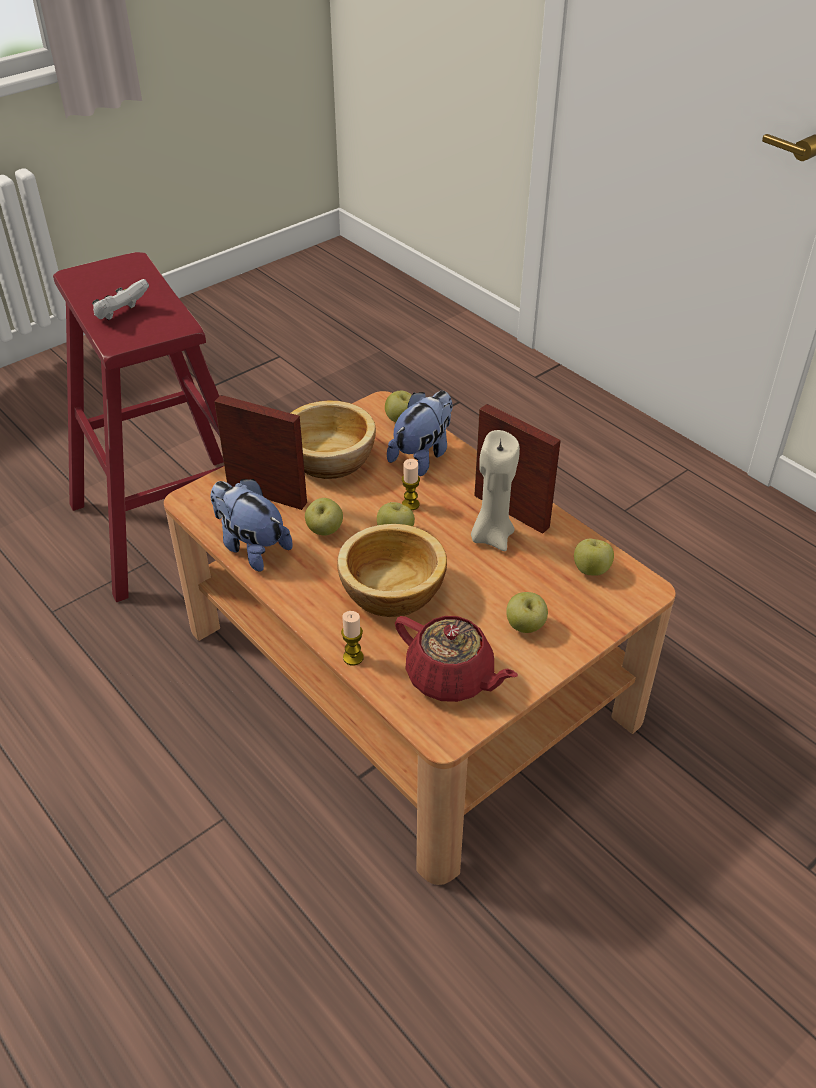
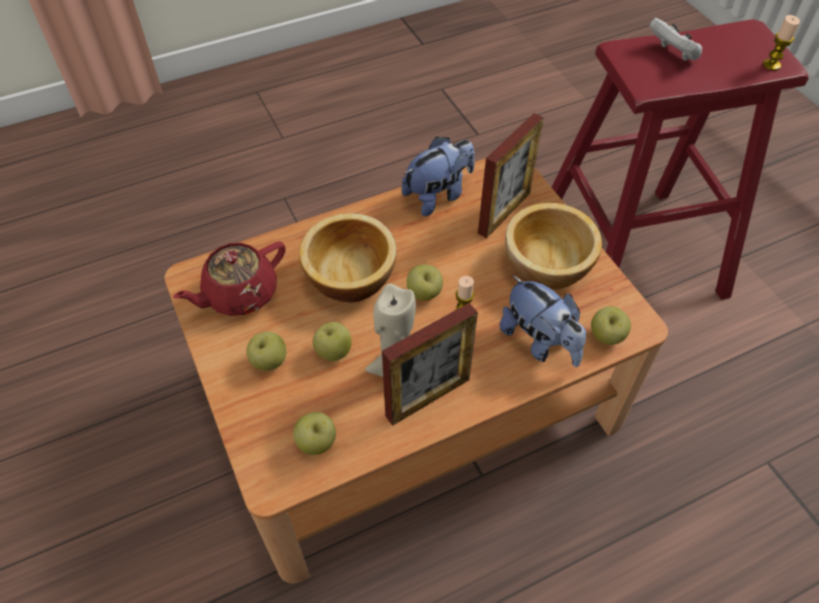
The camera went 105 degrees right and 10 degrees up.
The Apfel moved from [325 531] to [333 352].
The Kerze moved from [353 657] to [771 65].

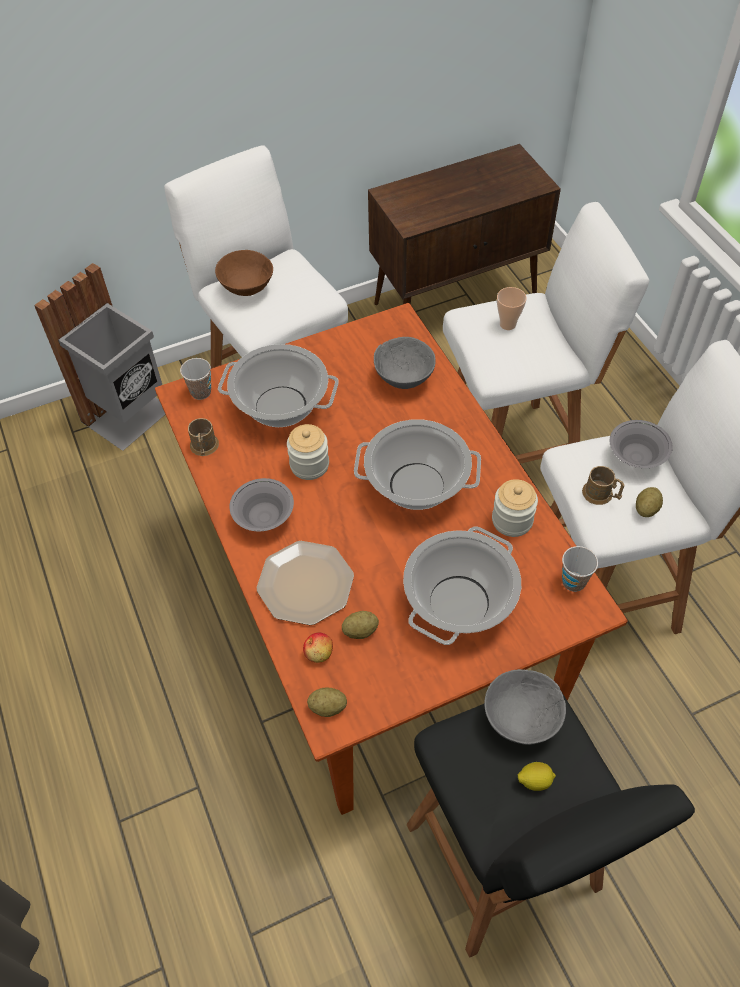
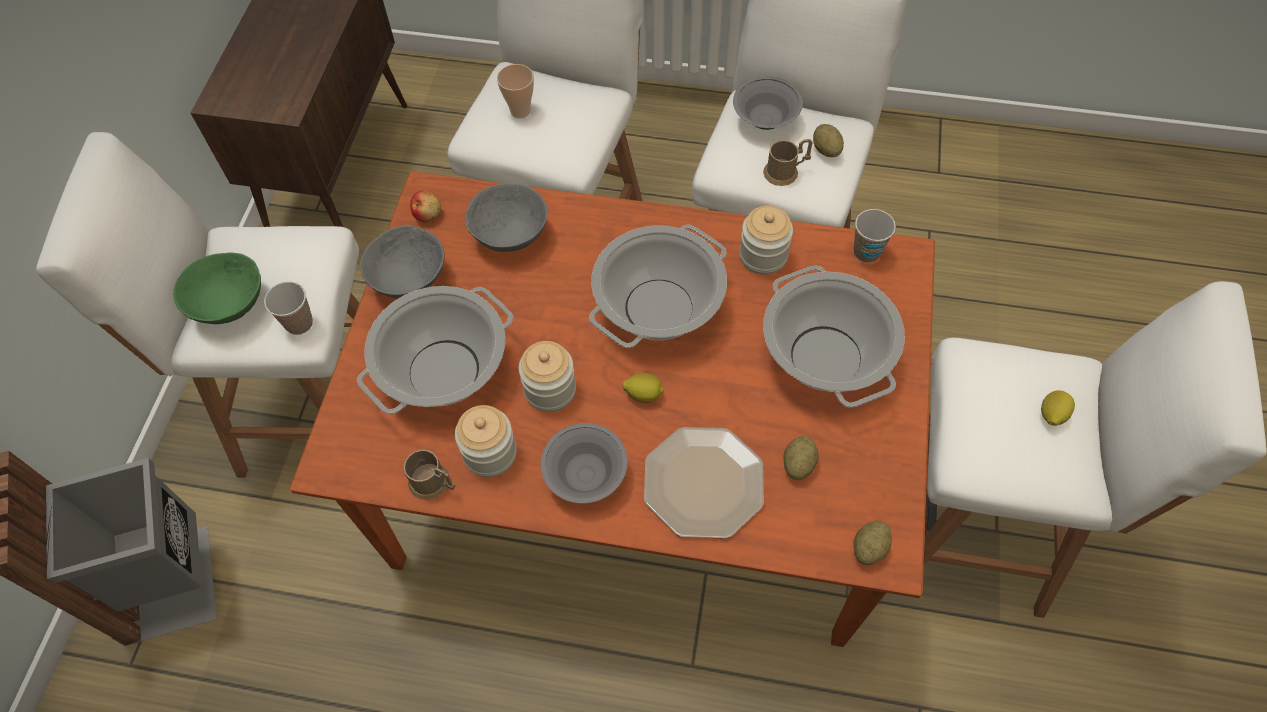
The camera went 55 degrees left and 5 degrees up.
The Tasse moved from [201 392] to [299 323].
The Schüssel/braun at [246 289] became the Schüssel/grün at [230 307].
The Apfel moved from [319 653] to [428 214].
The Hocker/schwarz at [506 863] became the Hocker/weiß at [975 529].
The Schüssel/grau moved from [521 720] to [410 281].
The Vorratsglas at [490 453] appeared.
The Zitrone at [643 394] appeared.

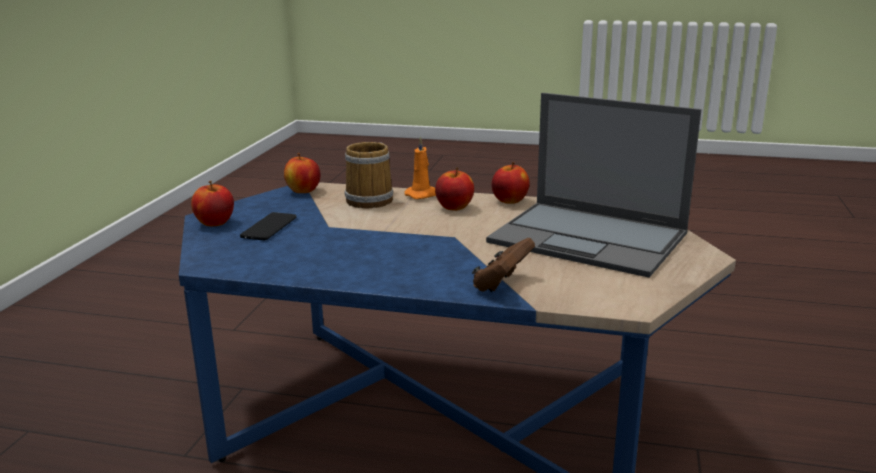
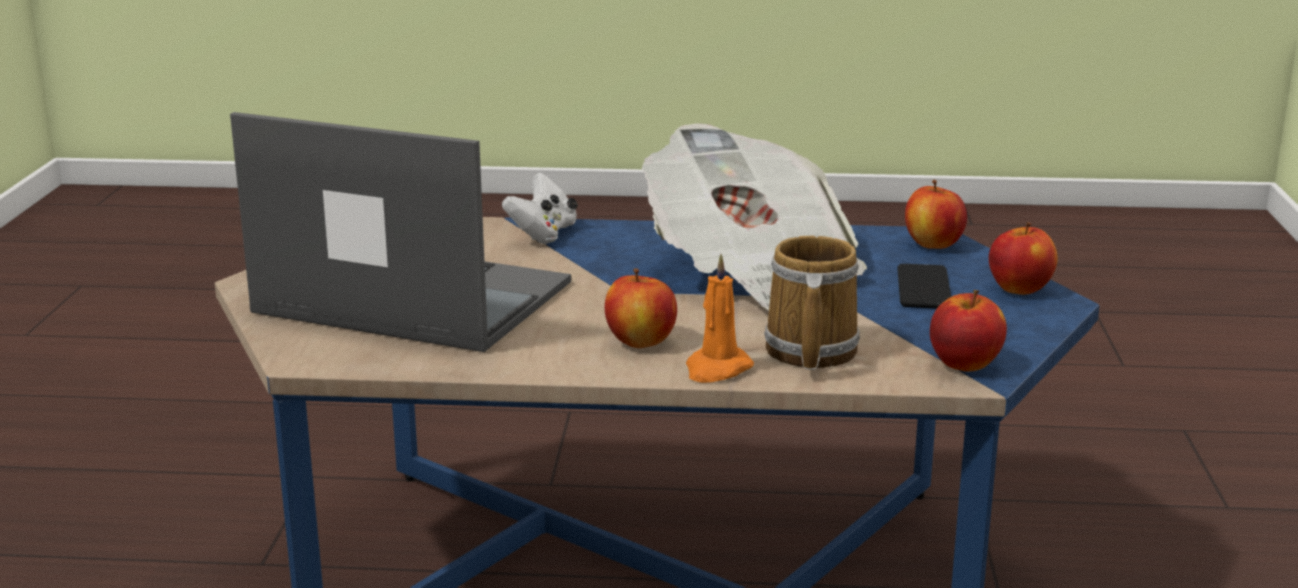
The camera went 170 degrees right and 0 degrees up.
The Gamepad/braun at [501 285] became the Gamepad/weiß at [543 234].
The Apfel moved from [510 201] to [934 245].
The Zeitung at [753 275] appeared.

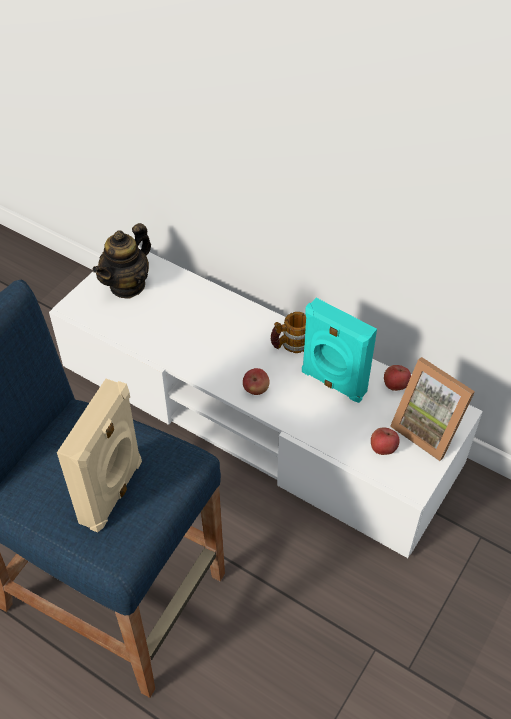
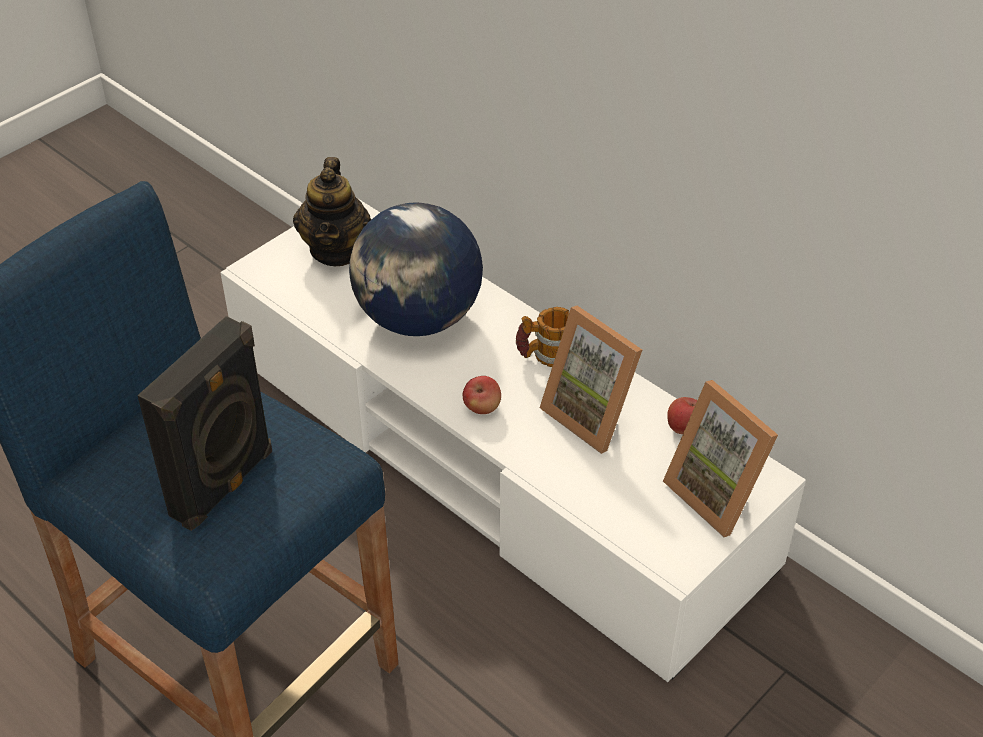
The camera went 10 degrees right and 5 degrees down.
The Lautsprecher/beige at [113 492] became the Lautsprecher/schwarz at [225 484].
The Teekanne at [127 285] turned 45 degrees counterclockwise.
The Lautsprecher/türkis at [332 383] was replaced by the Bilderrahmen at [594 413].
The Apfel at [383 449] disappeared.
The Globus at [417 318] appeared.

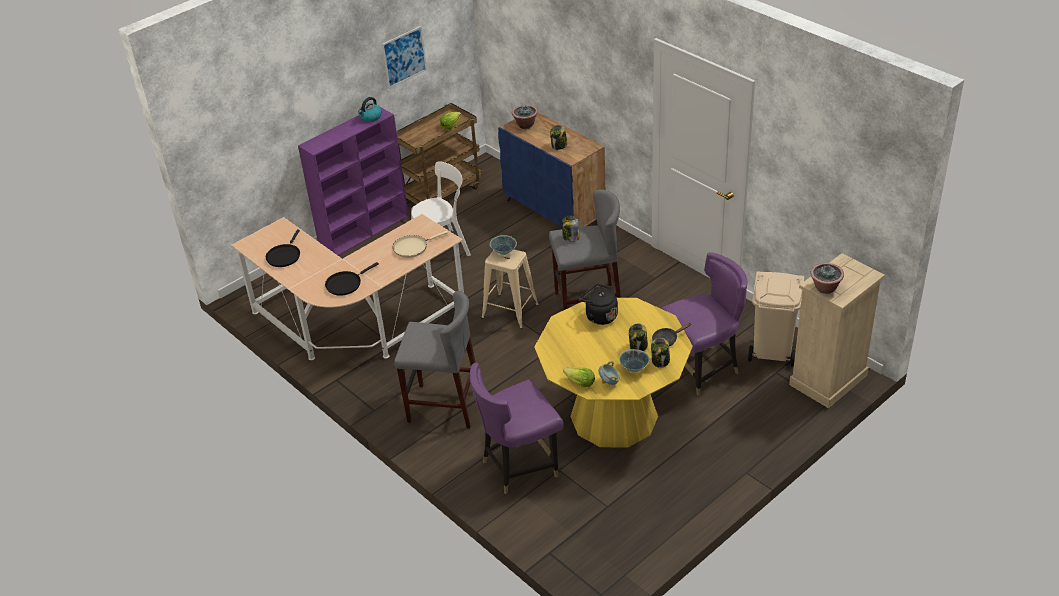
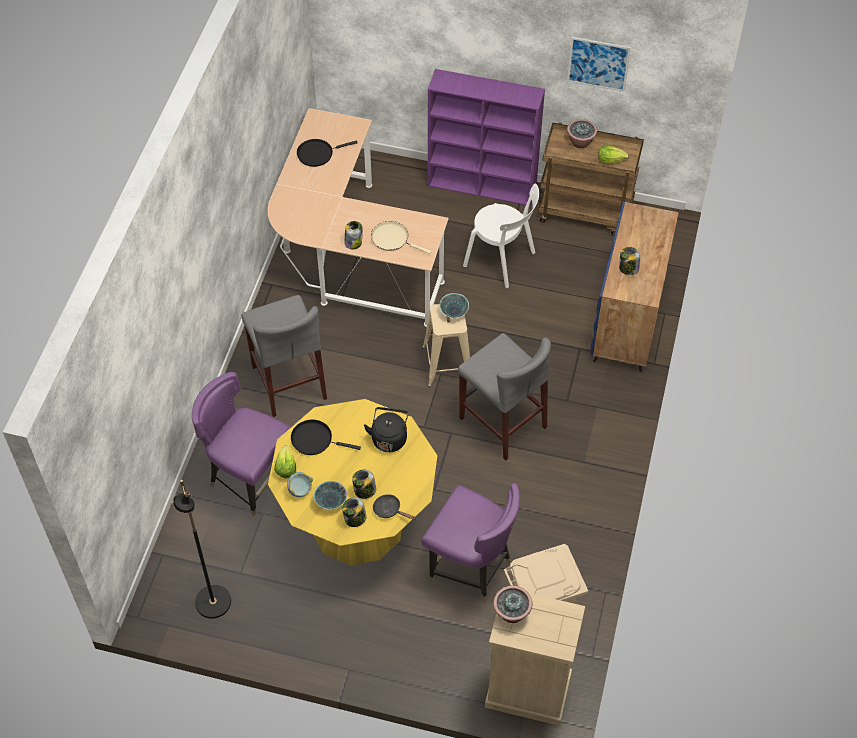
The camera went 55 degrees right and 15 degrees up.
The Pfanne/schwarz moved from [345 284] to [315 440].
The Wasserkessel at [370 117] disappeared.
The Topfpflanze moved from [525 125] to [580 142].
The Vorratsglas moved from [570 237] to [353 242].
The Stehlampe/schwarz at [212 602] appeared.

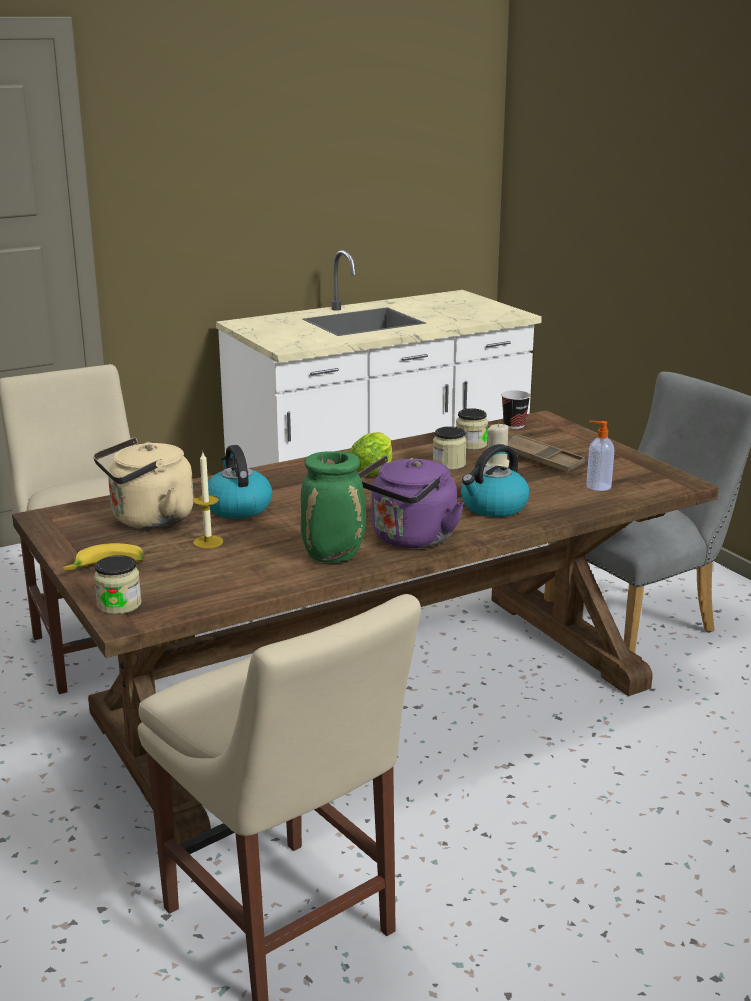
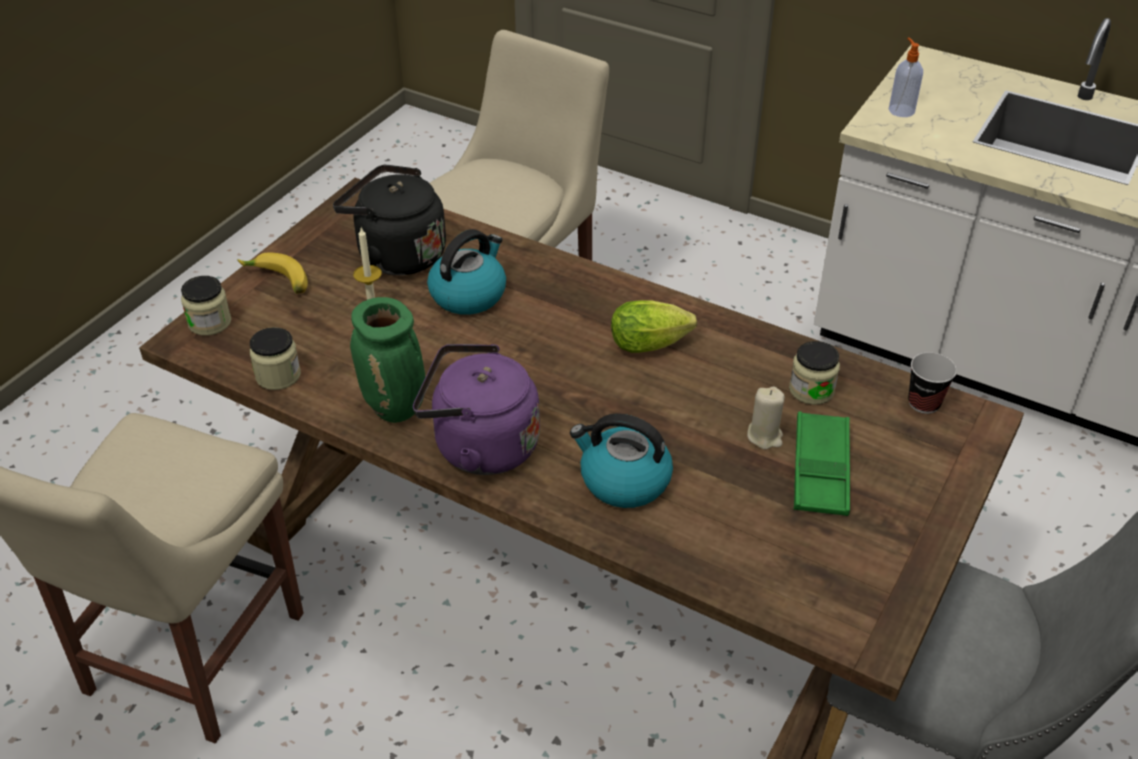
The camera went 60 degrees right and 20 degrees up.
The Wasserkessel/beige at [148 520] became the Wasserkessel/schwarz at [396 255].
The Vorratsglas moved from [449 464] to [278 375].
The Tablett/braun at [540 460] became the Tablett/grün at [820 470].
The Seifenspender moved from [597 486] to [901 110].

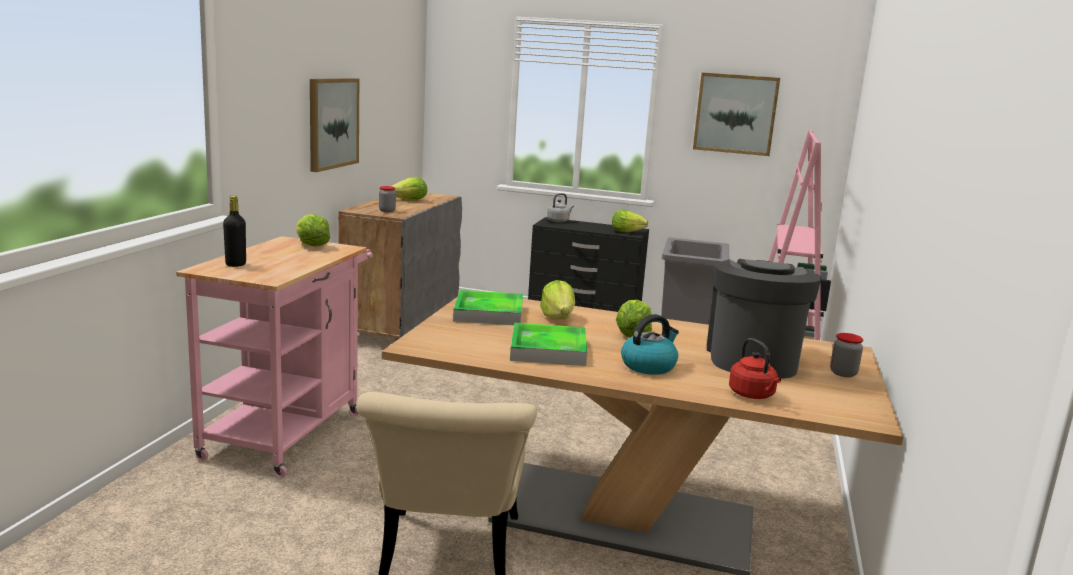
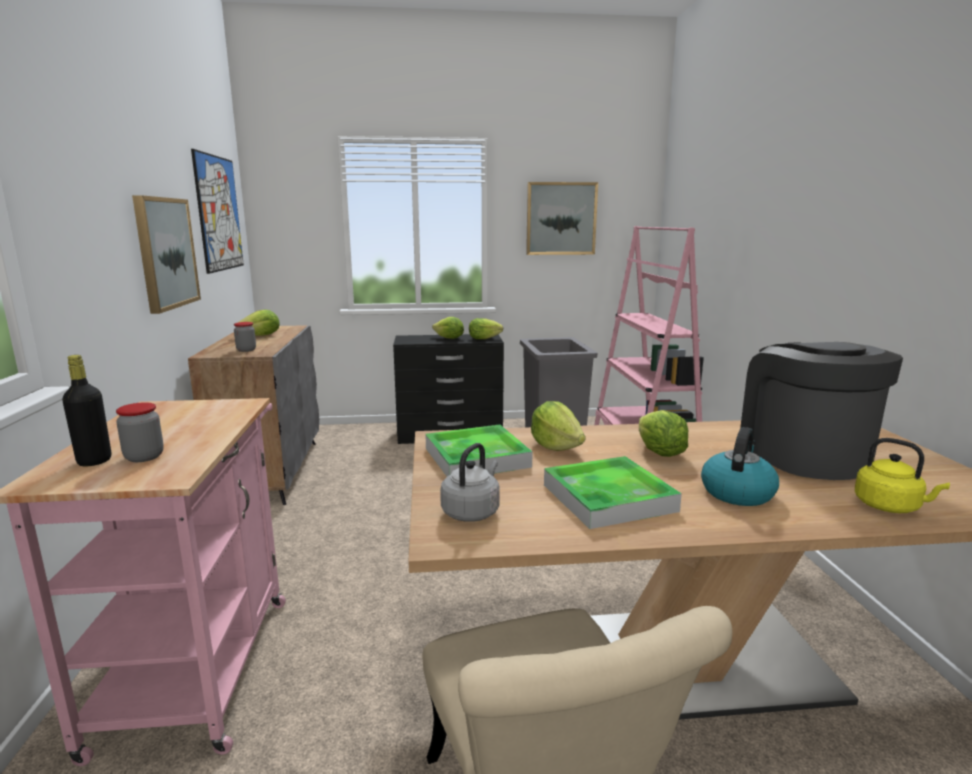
The camera went 20 degrees left and 0 degrees up.
The Salatkopf moved from [311 246] to [449 338].
The Wasserkessel/grau moved from [559 221] to [472 511].
The Wasserkessel/rot at [753 395] became the Wasserkessel/gelb at [890 507].
The Vorratsglas moved from [843 373] to [144 457].
The Bild at [219 213] appeared.

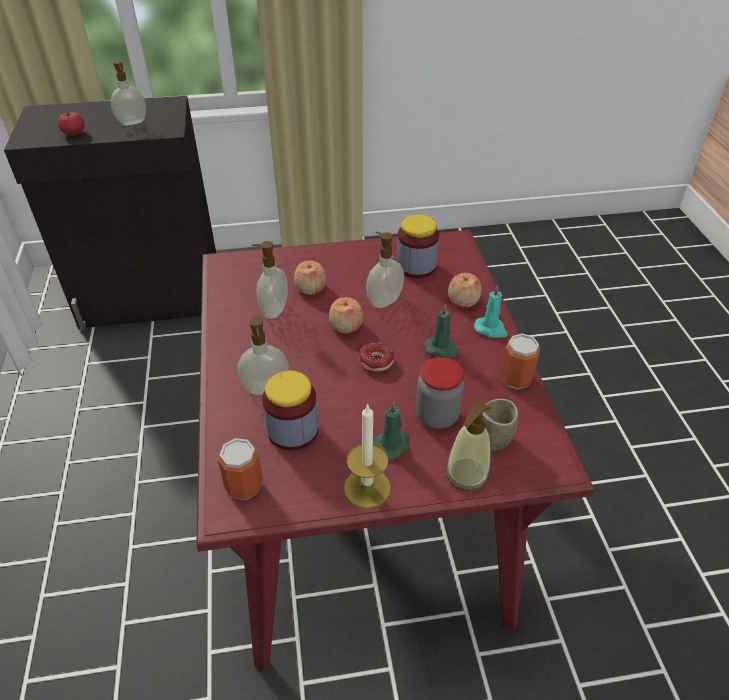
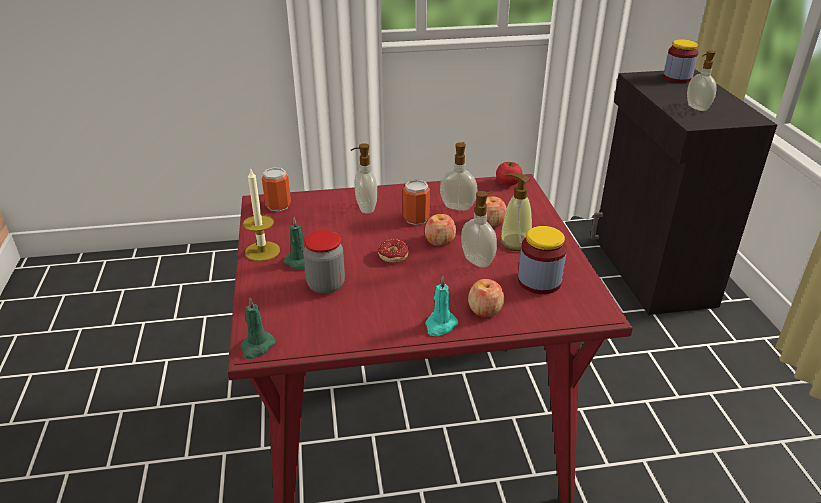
The camera went 90 degrees right and 10 degrees down.
The Tomate moved from [74 133] to [508 183].
The Vorratsglas moved from [293 430] to [677 78].
The Kerze/grün moved from [442 348] to [257 347].
The Seifenspender moved from [466 474] to [515 243].
The Tasse at [494 439] disappeared.
The Dose moved from [516 379] to [416 219].

